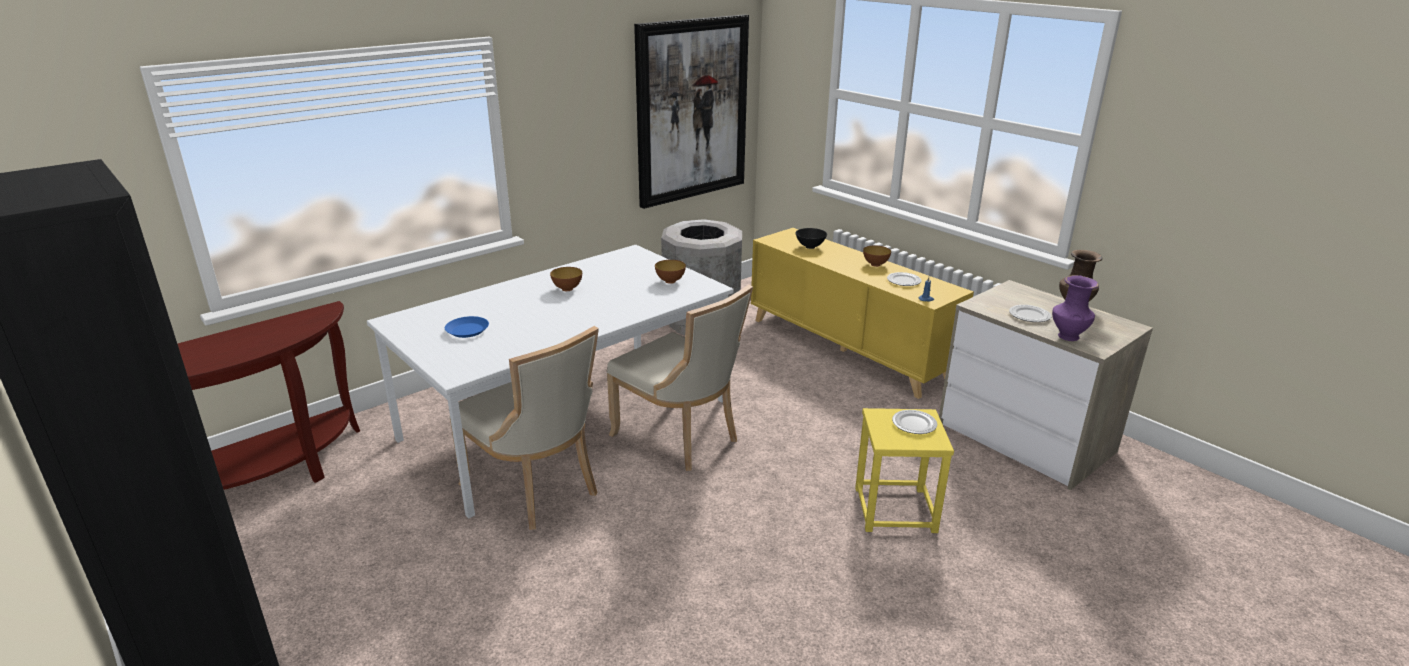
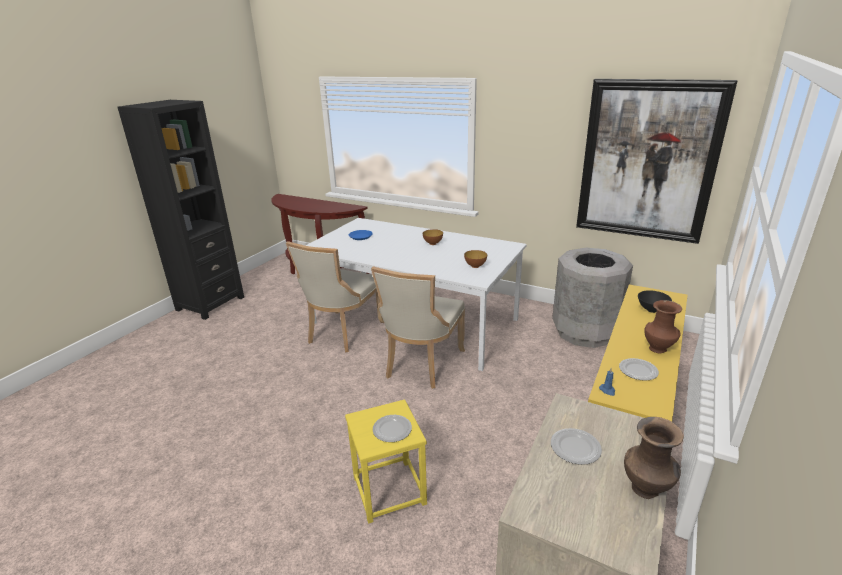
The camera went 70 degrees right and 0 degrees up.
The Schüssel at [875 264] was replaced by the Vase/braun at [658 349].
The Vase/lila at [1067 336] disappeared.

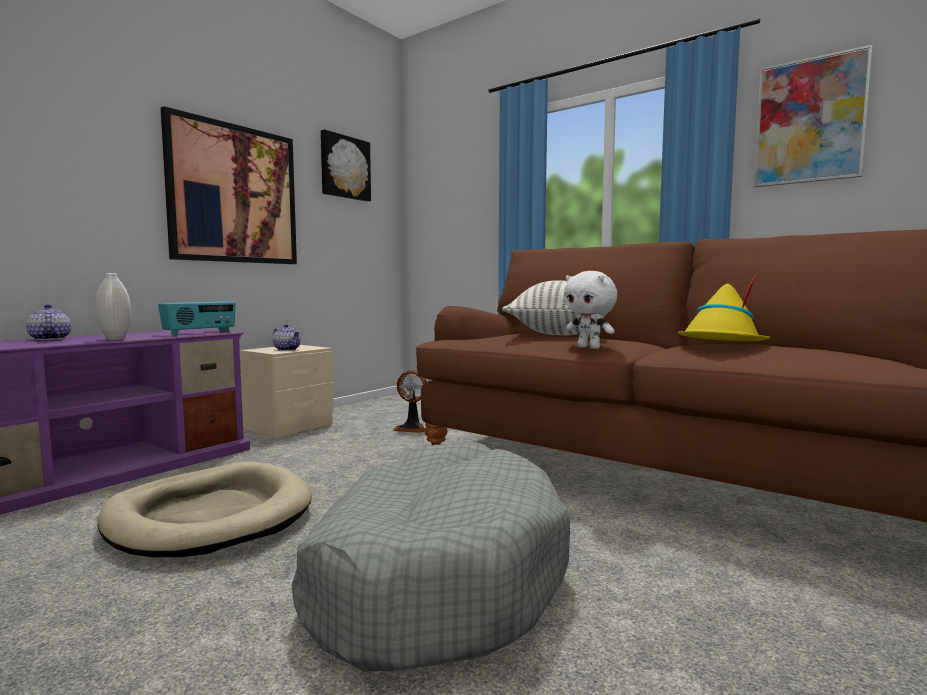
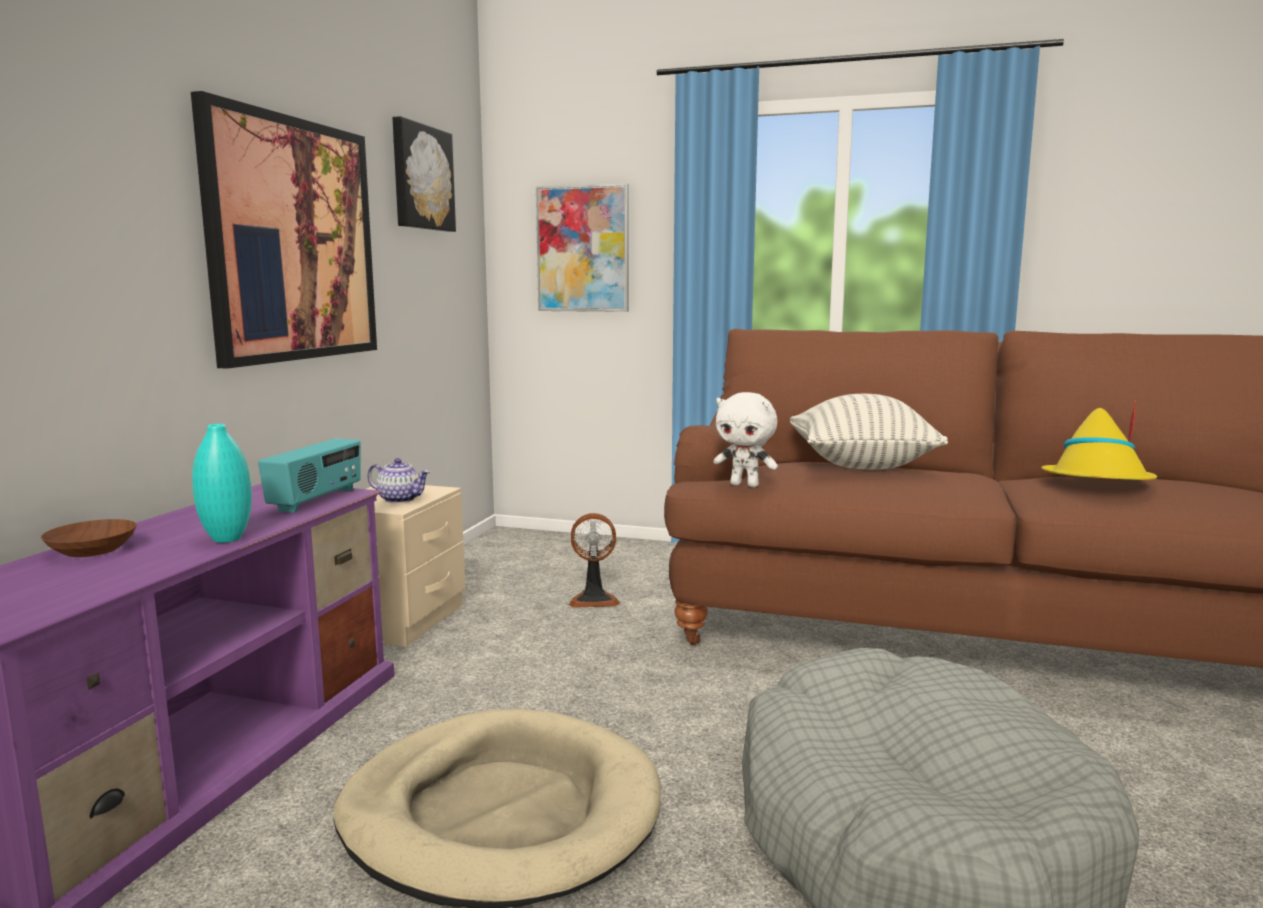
The camera went 20 degrees left and 5 degrees up.
The Teekanne at [49 339] was replaced by the Schüssel/braun at [91 551].
The Vase/weiß at [115 339] became the Vase/türkis at [227 539].
The Plüschtier/weiß moved from [589 347] to [745 485].
The Bild moved from [809 121] to [583 249].

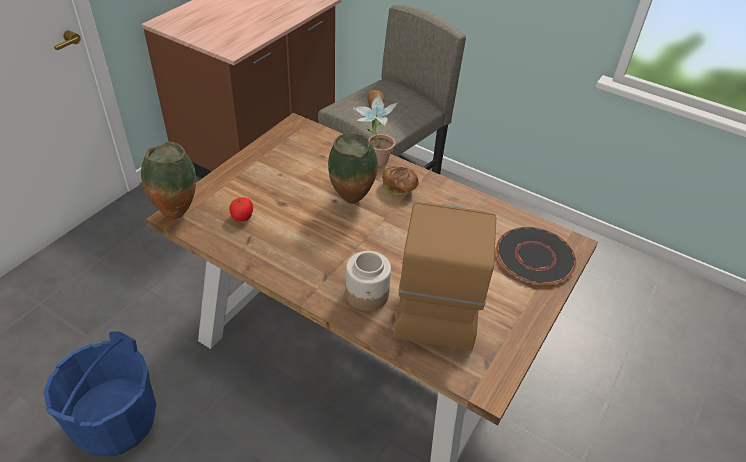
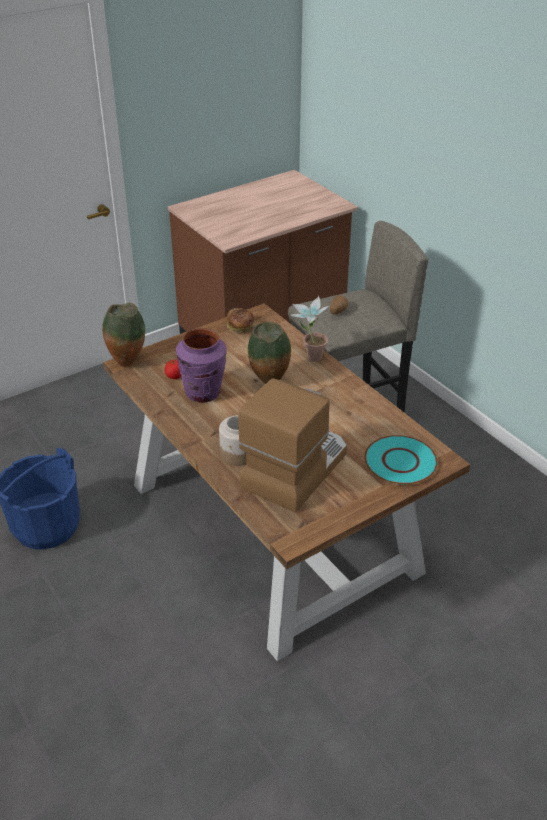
The camera went 25 degrees right and 5 degrees down.
The Brot moved from [399 188] to [240 327].
The Teller/schwarz at [534 256] became the Teller/türkis at [400 461].
The Vase/lila at [203 393] appeared.

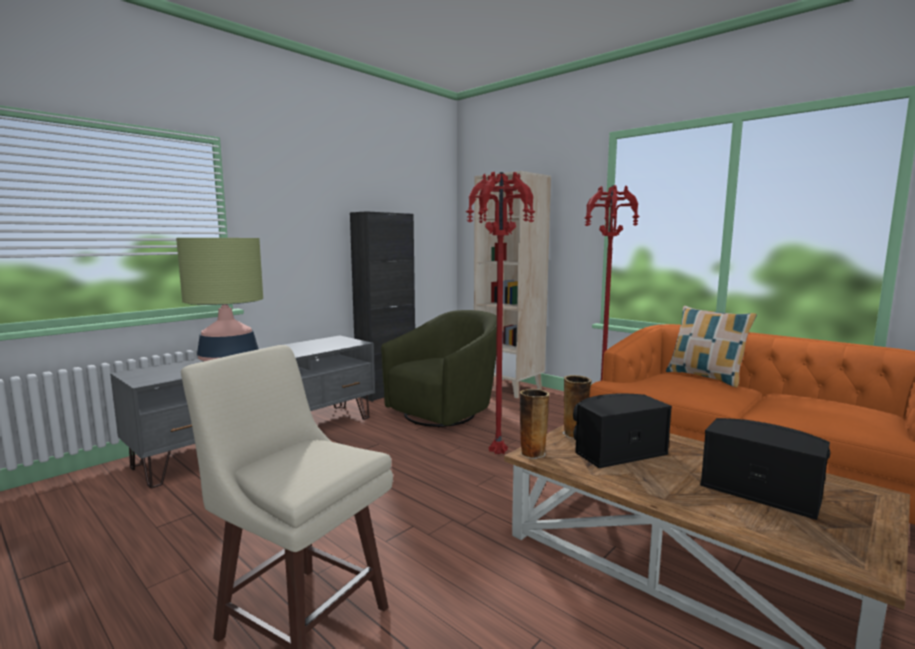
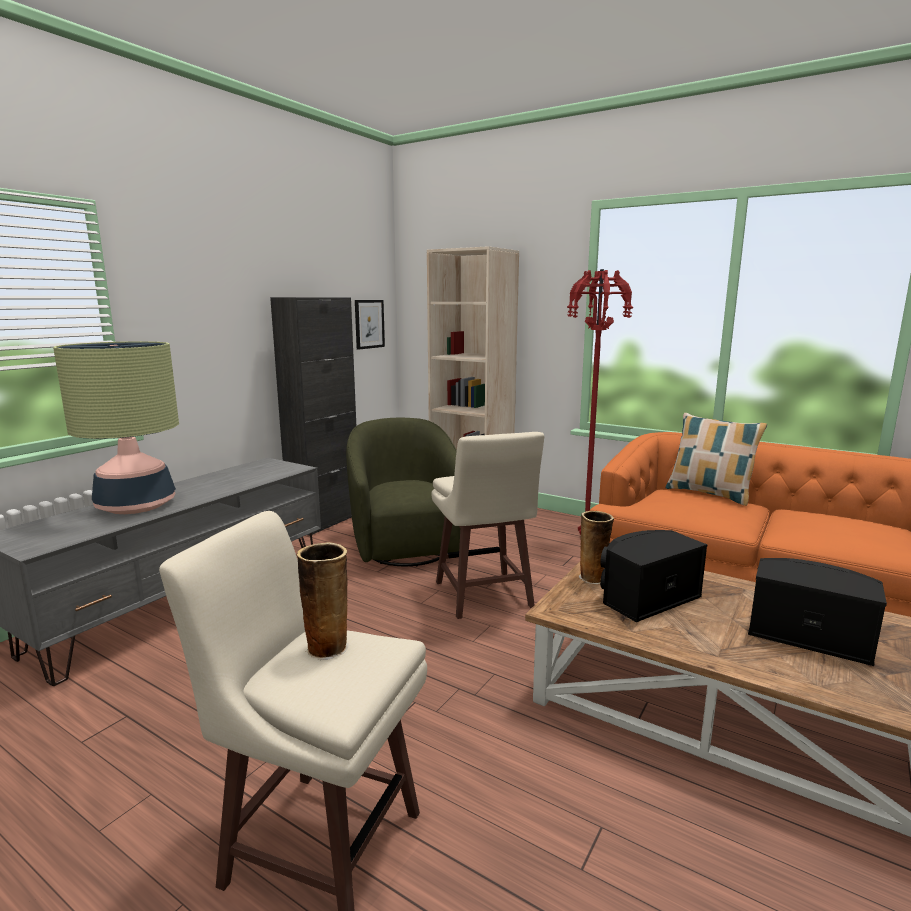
The camera went 10 degrees left and 5 degrees up.
The Sessel/grün at [445 412] turned 45 degrees counterclockwise.
The Stehlampe/rot at [496 453] was replaced by the Hocker/beige at [483 596].
The Vase moved from [532 453] to [327 647].
The Bild at [369 324] appeared.

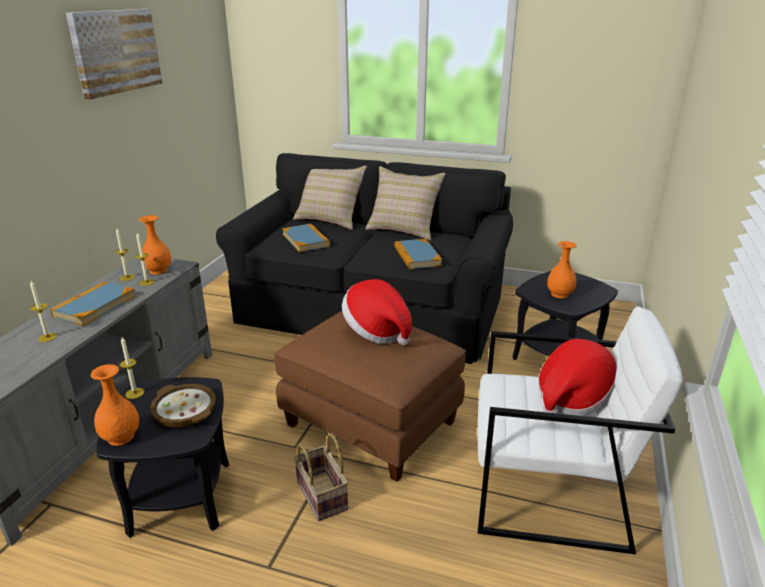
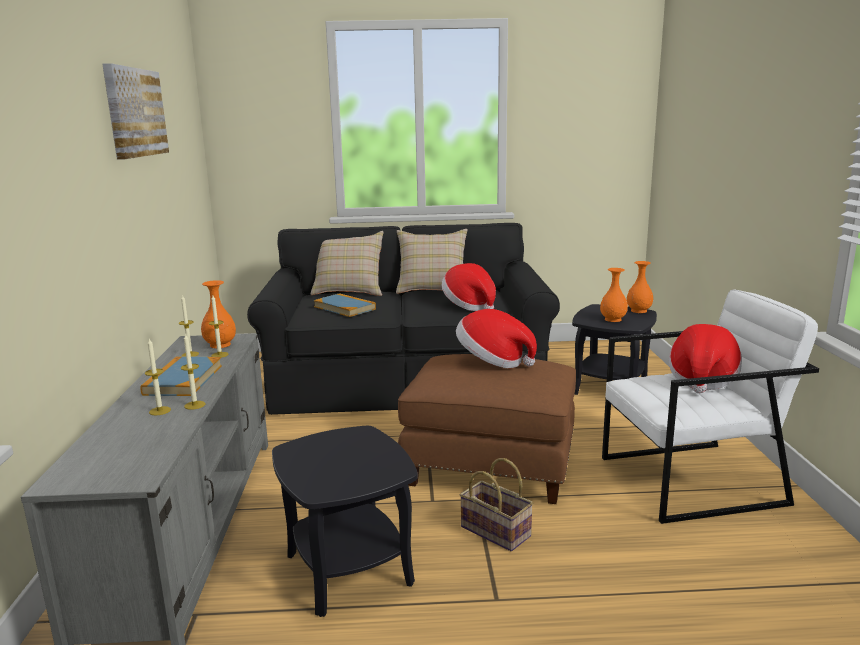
The camera went 20 degrees left and 10 degrees down.
The Vase/orange moved from [121 437] to [639 311].
The Kerze moved from [135 393] to [195 405].
The Schüssel at [185 411] disappeared.
The Buch at [417 256] was replaced by the Hut at [469 306].

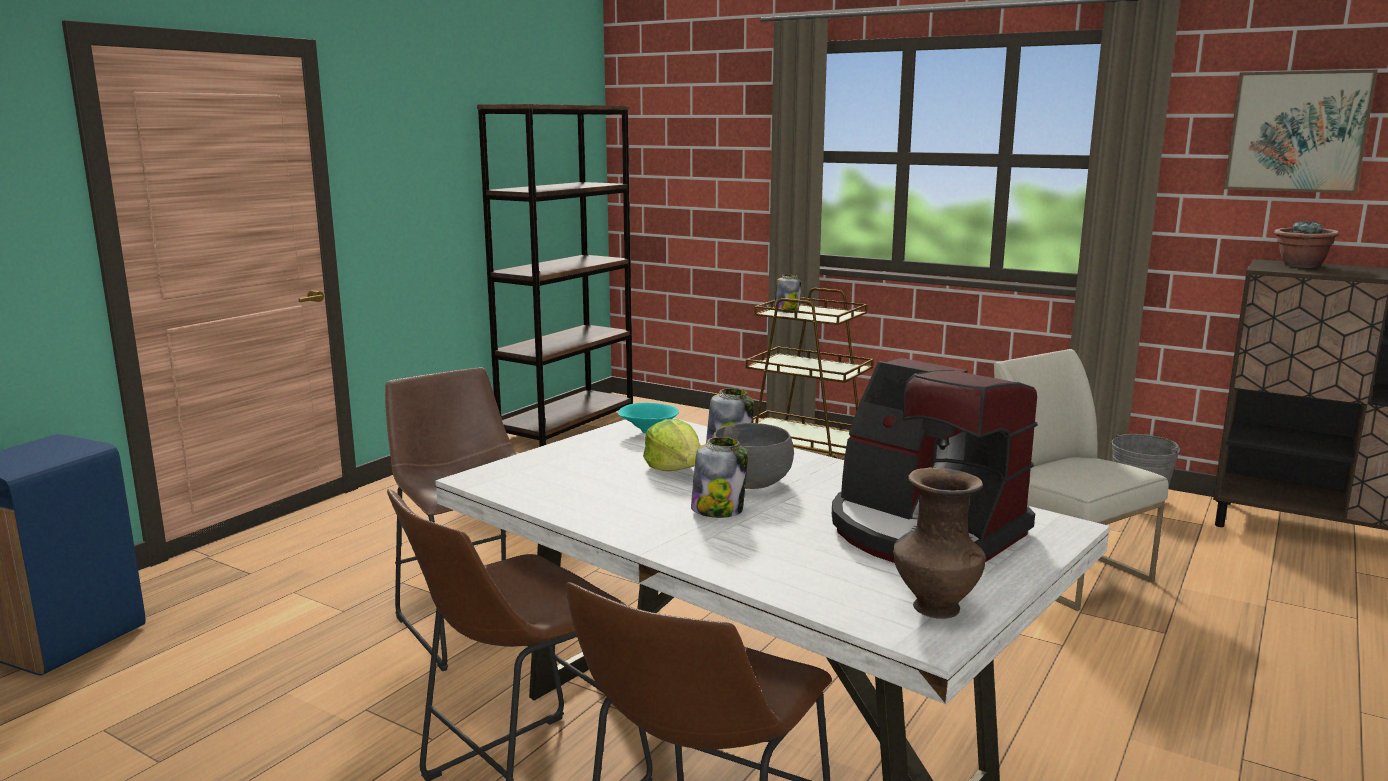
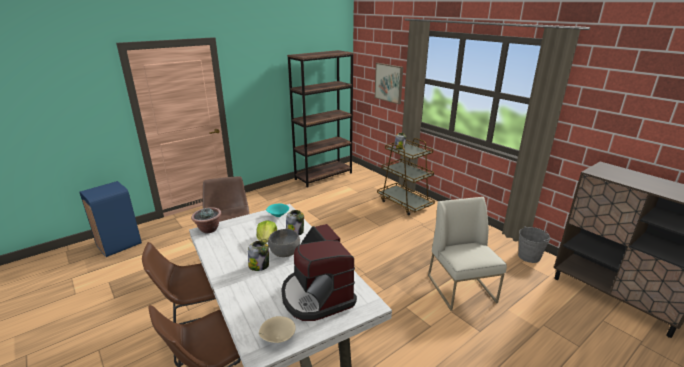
The camera went 20 degrees right and 10 degrees up.
The Vase/braun at [934 607] was replaced by the Schüssel/beige at [277 338].
The Bild moved from [1297 131] to [389 83].
The Topfpflanze moved from [1301 266] to [208 229].

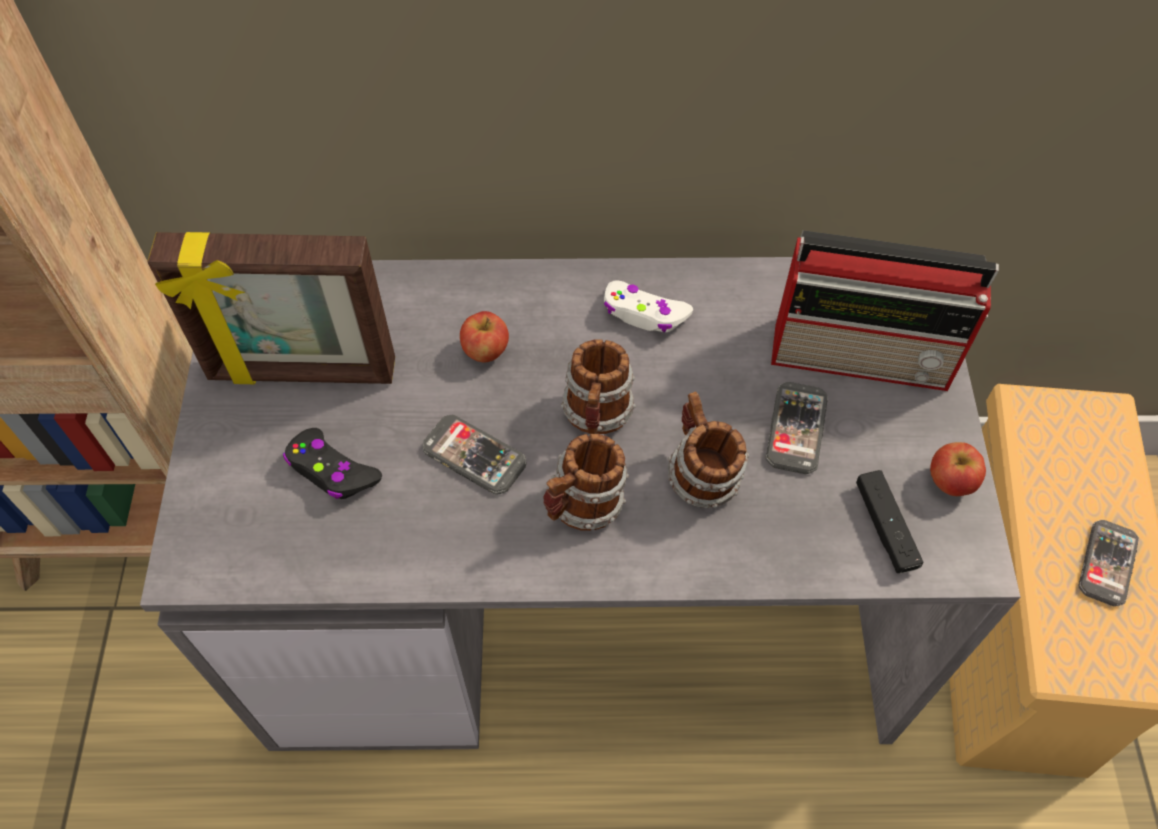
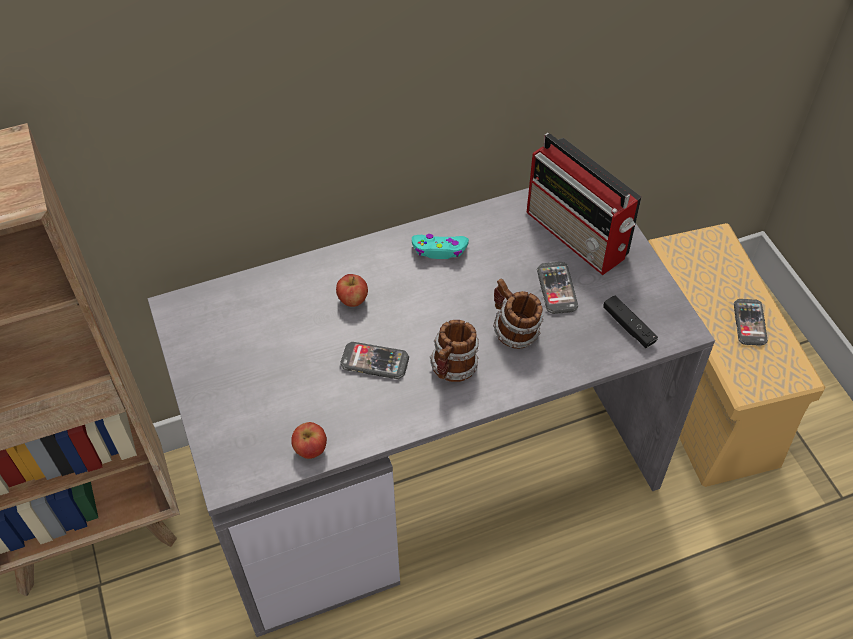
The camera went 20 degrees left and 5 degrees down.
The Bilderrahmen at [302 373] disappeared.
The Gamepad/schwarz at [332 471] disappeared.
The Henkelbecher at [598 415] disappeared.
The Gamepad/weiß at [644 314] became the Gamepad/türkis at [439 250].
The Radio at [864 355] turned 60 degrees clockwise.
The Apfel moved from [950 481] to [311 449].

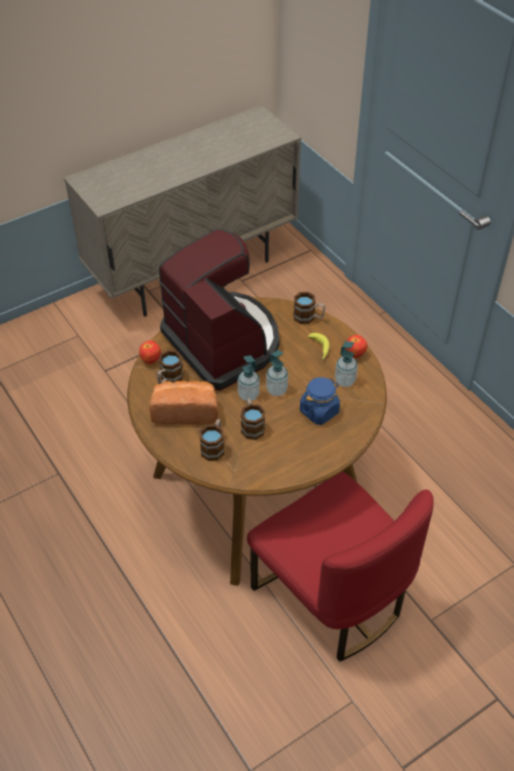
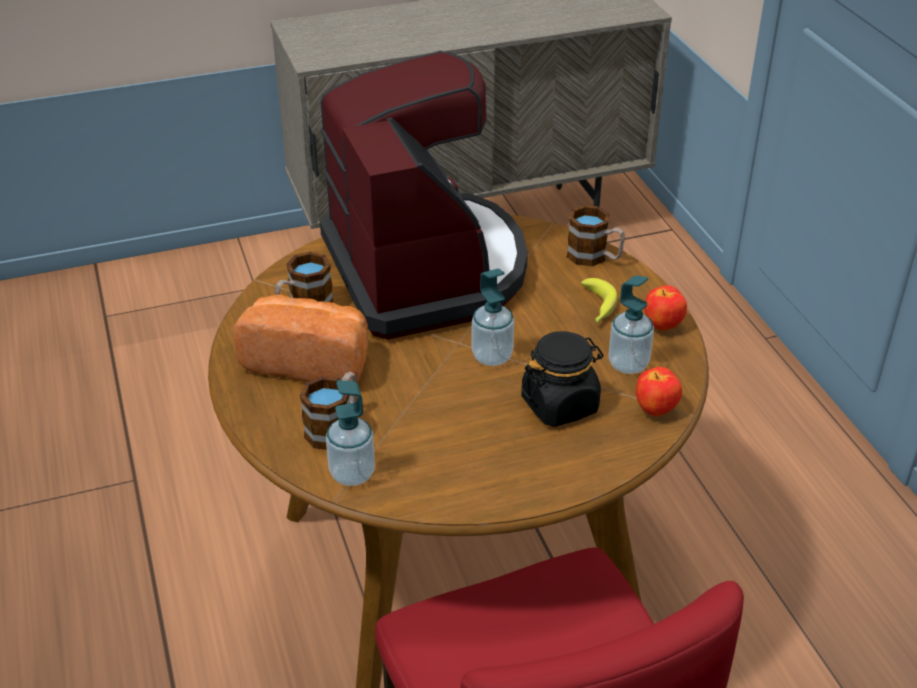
The camera went 15 degrees right and 10 degrees down.
The Apfel moved from [151 360] to [656 411].
The Seifenspender moved from [248 395] to [352 474].
The Henkelbecher at [251 426] disappeared.
The Vorratsglas/blau at [319 411] became the Vorratsglas/schwarz at [560 405].

